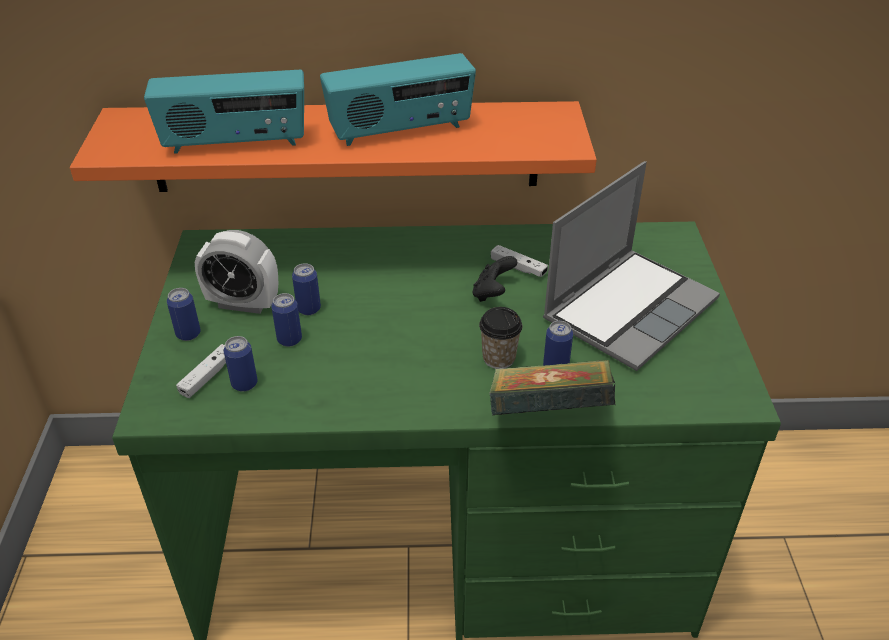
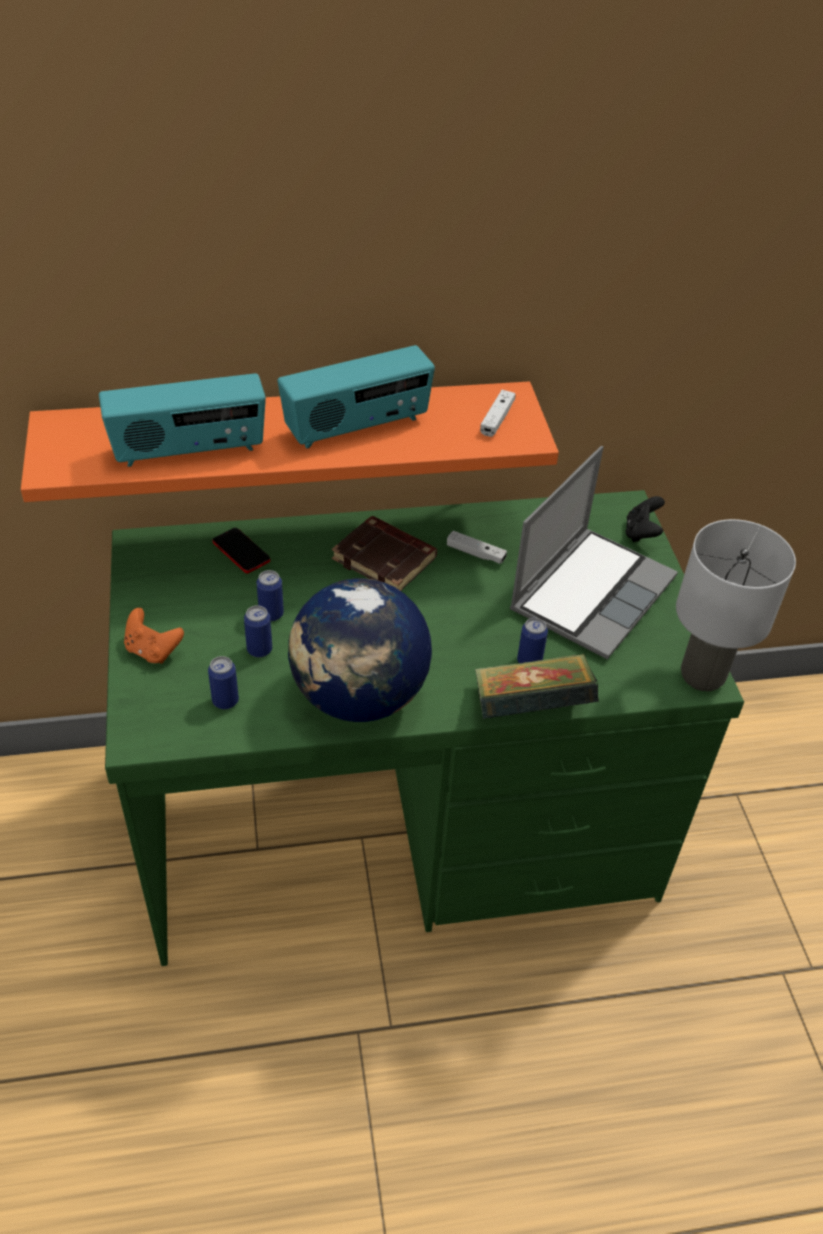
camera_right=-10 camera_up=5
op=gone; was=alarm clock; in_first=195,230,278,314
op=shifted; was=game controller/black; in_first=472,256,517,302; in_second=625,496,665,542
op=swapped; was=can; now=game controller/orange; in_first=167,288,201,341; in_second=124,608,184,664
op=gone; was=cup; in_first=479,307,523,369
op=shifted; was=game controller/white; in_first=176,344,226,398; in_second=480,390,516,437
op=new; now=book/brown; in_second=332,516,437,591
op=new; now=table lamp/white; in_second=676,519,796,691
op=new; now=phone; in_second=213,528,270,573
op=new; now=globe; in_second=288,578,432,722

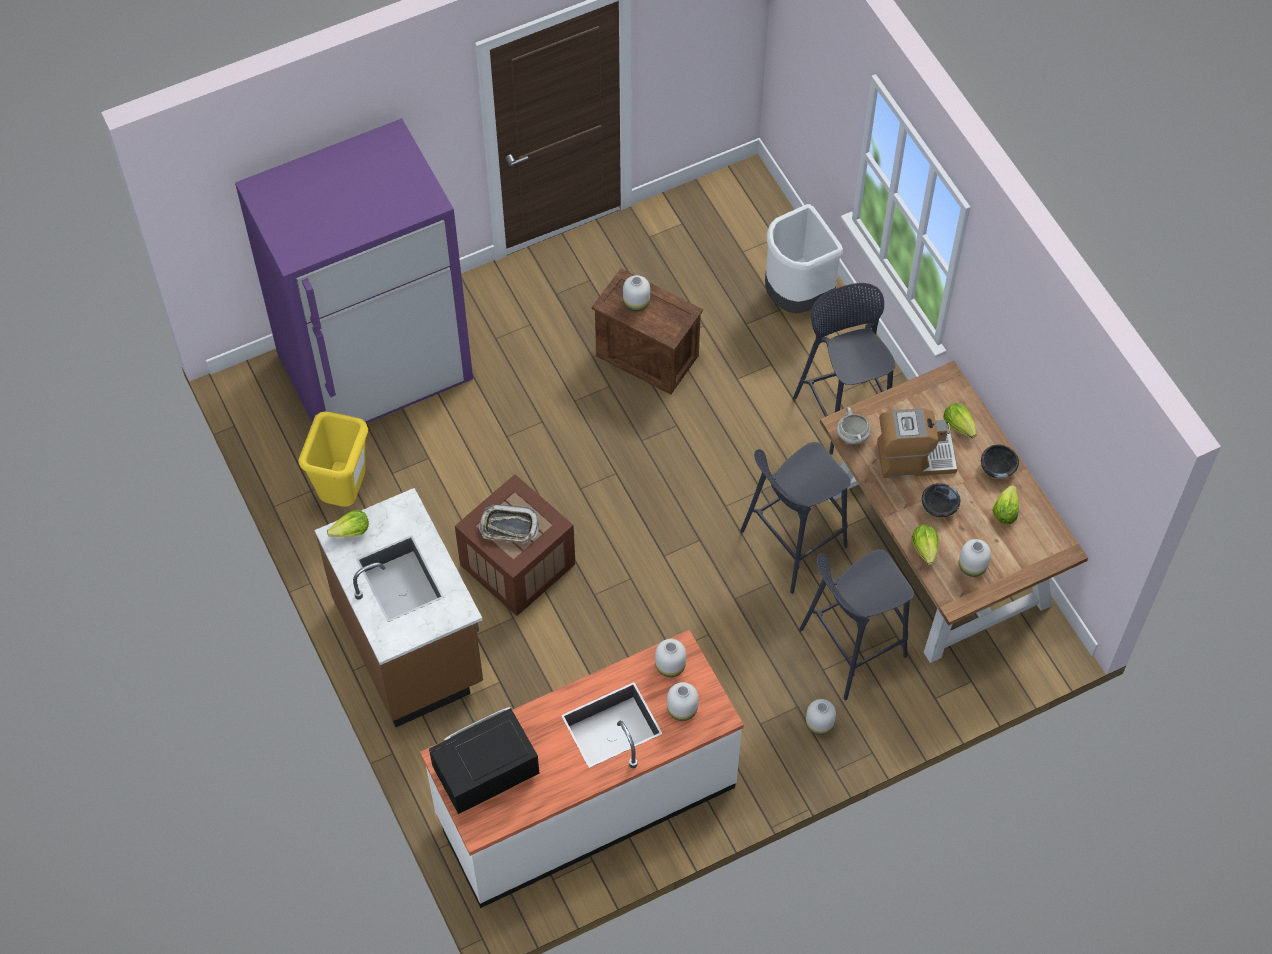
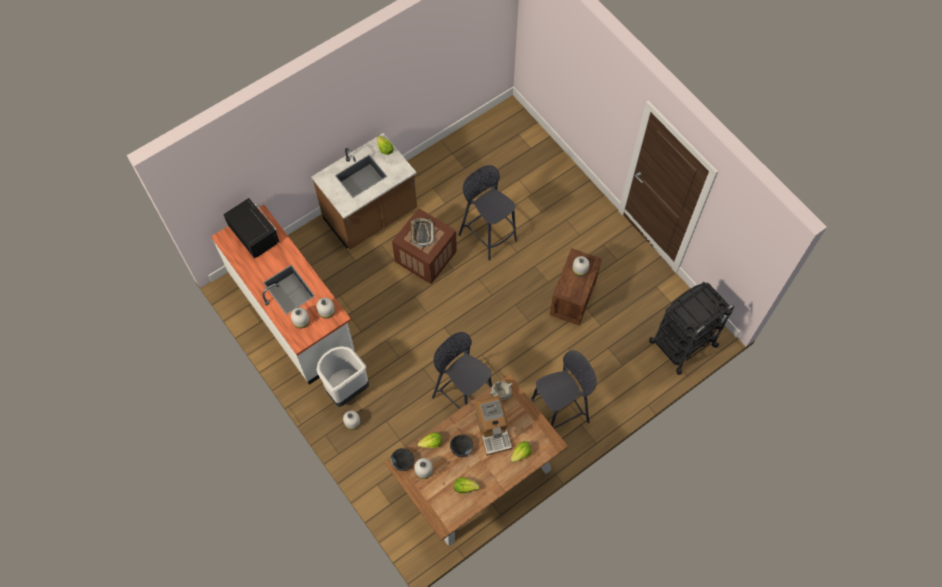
camera_right=80 camera_up=5
op=gone; was=fridge/purple; in_first=235,118,473,424
op=shifted; was=trash can/white; in_first=765,204,843,313; in_second=317,346,369,407
op=gone; was=trash can/yellow; in_first=298,411,368,507
op=shifted; was=bowl/black; in_first=981,445,1019,478; in_second=391,448,414,471
op=shifted; was=stool/grey; in_first=799,549,914,700; in_second=459,165,517,261
op=new; now=cart/black; in_second=649,282,734,375

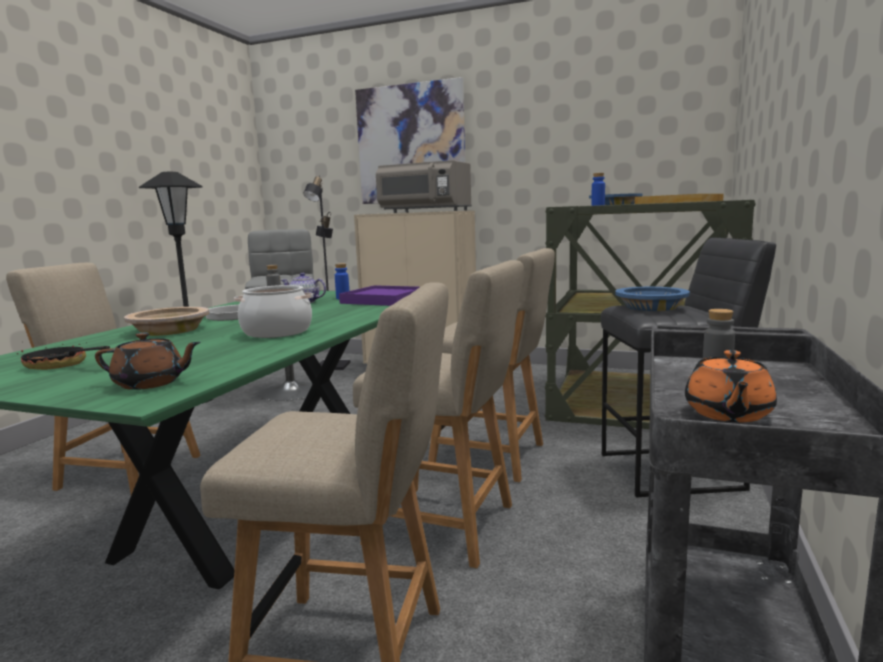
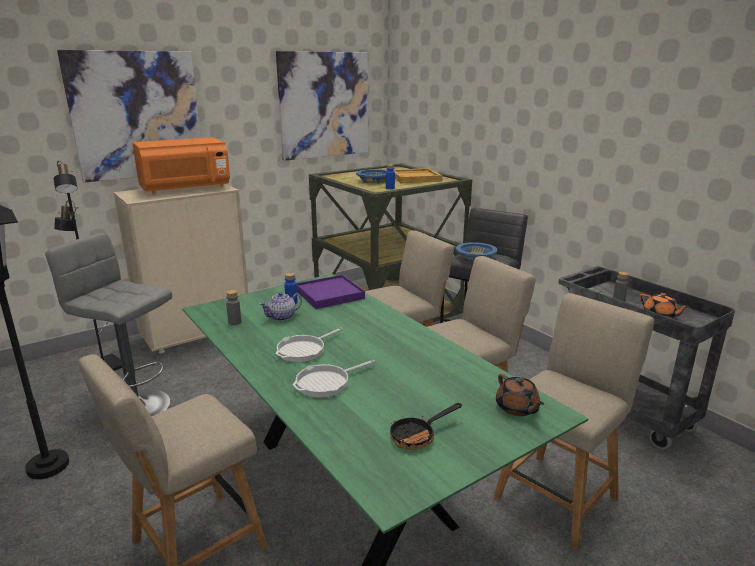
camera_right=-55 camera_up=10
op=repainted; was=microwave/grey; now=microwave/orange; in_first=376,160,472,213; in_second=132,137,230,194
op=gone; was=cooking pot; in_first=234,285,313,338
op=swapped; was=bowl/beige; now=frying pan; in_first=124,307,209,336; in_second=292,360,375,398
op=rotated; was=teapot/brown; in_first=95,332,201,390; in_second=496,374,544,416; clockwise=120
op=new; now=picture; in_second=276,51,368,161

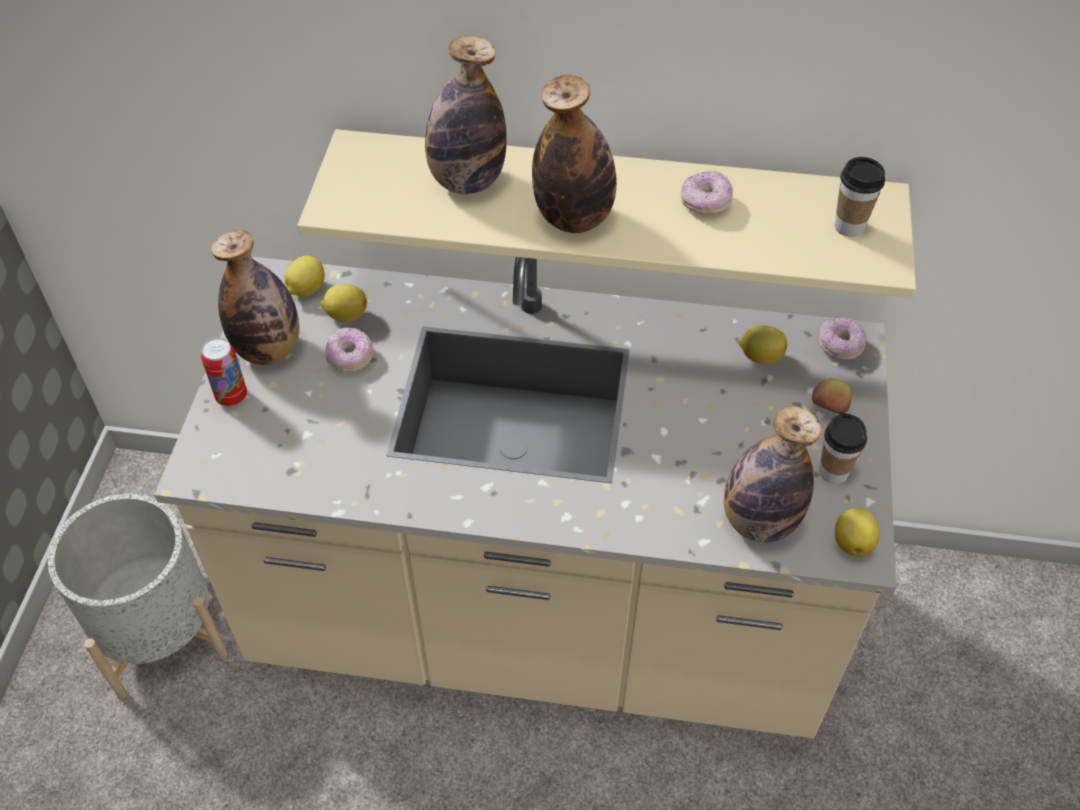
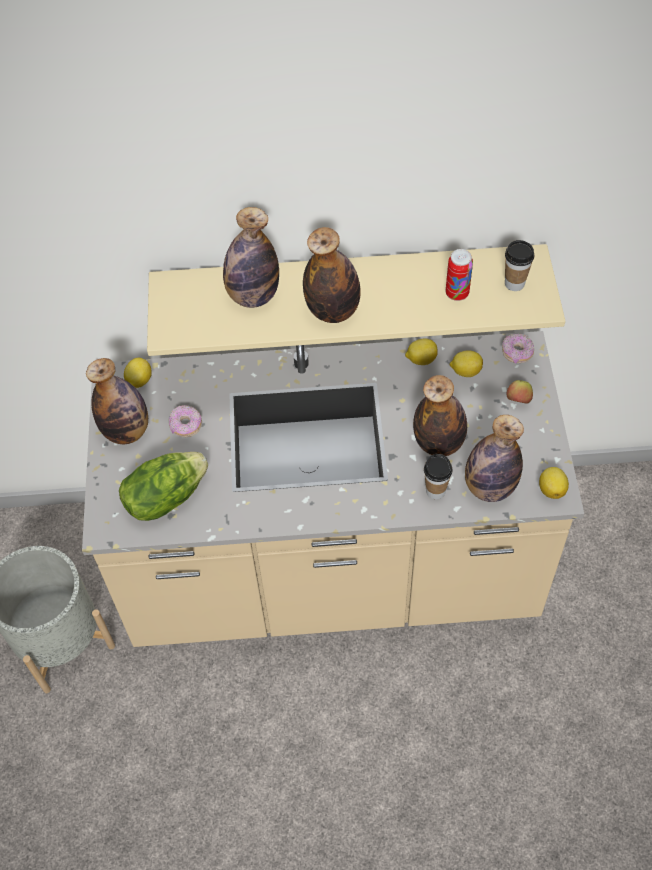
camera_right=-10 camera_up=5
op=gone; was=donut; in_first=680,171,733,214
op=shifted; was=lemon; in_first=321,284,367,322; in_second=405,339,438,365
op=shifted; was=can; in_first=201,338,247,407; in_second=446,249,473,301
op=shifted; was=cup; in_first=819,413,867,484; in_second=424,454,452,499
op=new; now=bottle; in_second=413,375,467,456
op=new; now=lettuce; in_second=119,452,208,521

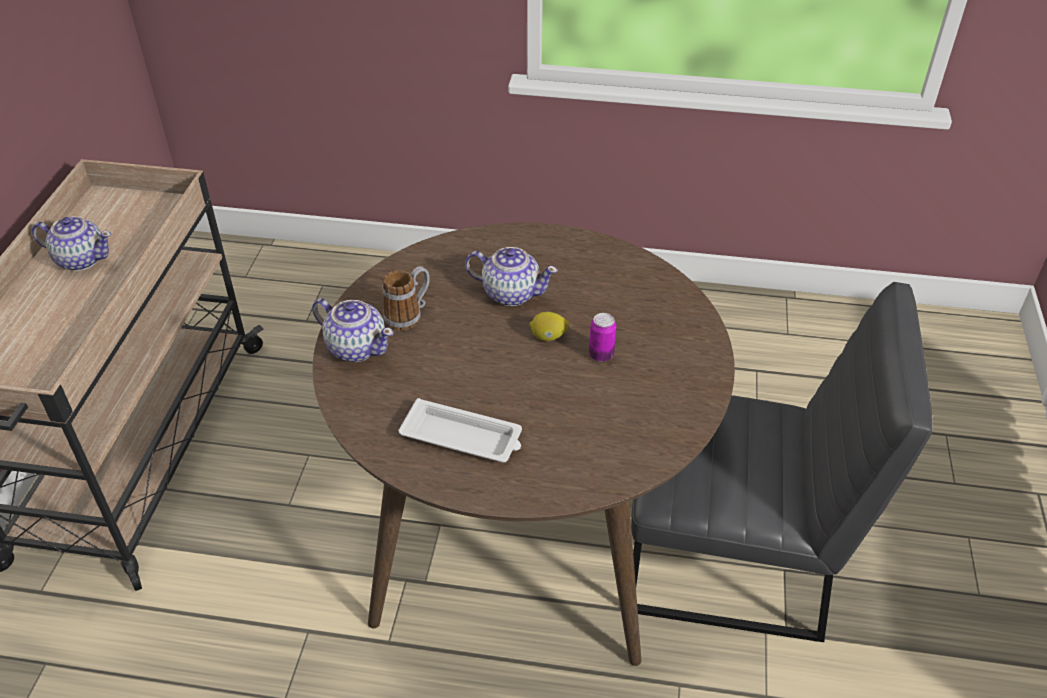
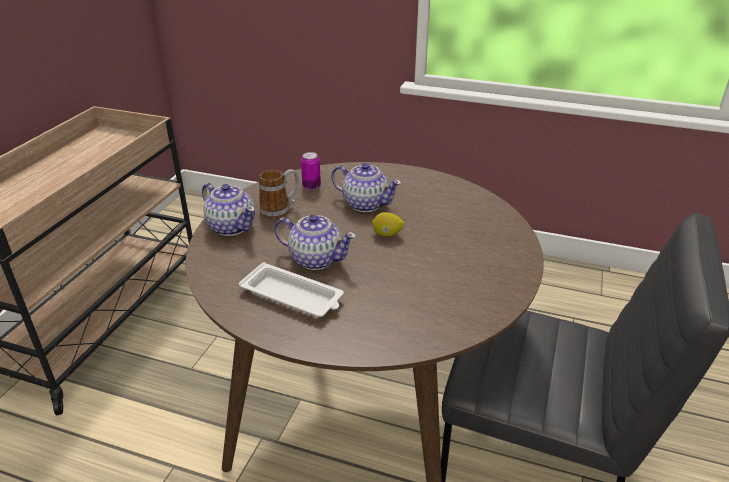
camera_right=10 camera_up=-10
op=shifted; was=teapot; in_first=32,216,111,271; in_second=274,214,356,270
op=shifted; was=can; in_first=589,313,616,362; in_second=301,152,321,190

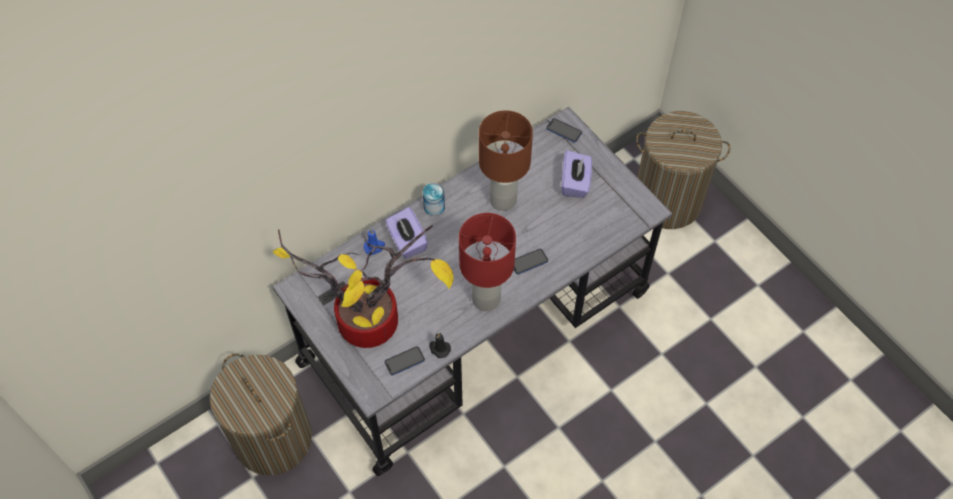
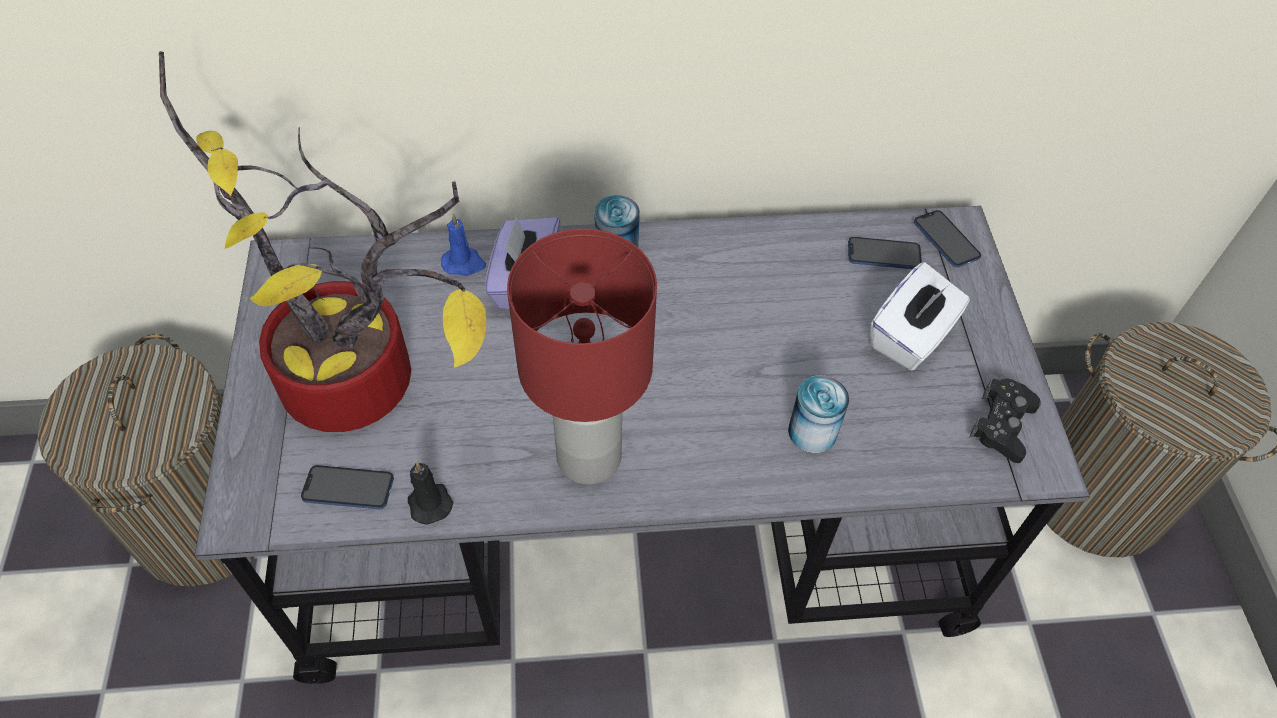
camera_right=30 camera_up=-5
op=gone; was=table lamp/brown; in_first=479,110,533,211
op=repainted; was=tissue box/purple; now=tissue box/white; in_first=562,151,592,198; in_second=870,262,970,370
op=shifted; was=phone; in_first=514,249,548,275; in_second=848,237,922,269
op=new; now=can; in_second=788,375,849,453
op=new; now=game controller/black; in_second=970,378,1041,463

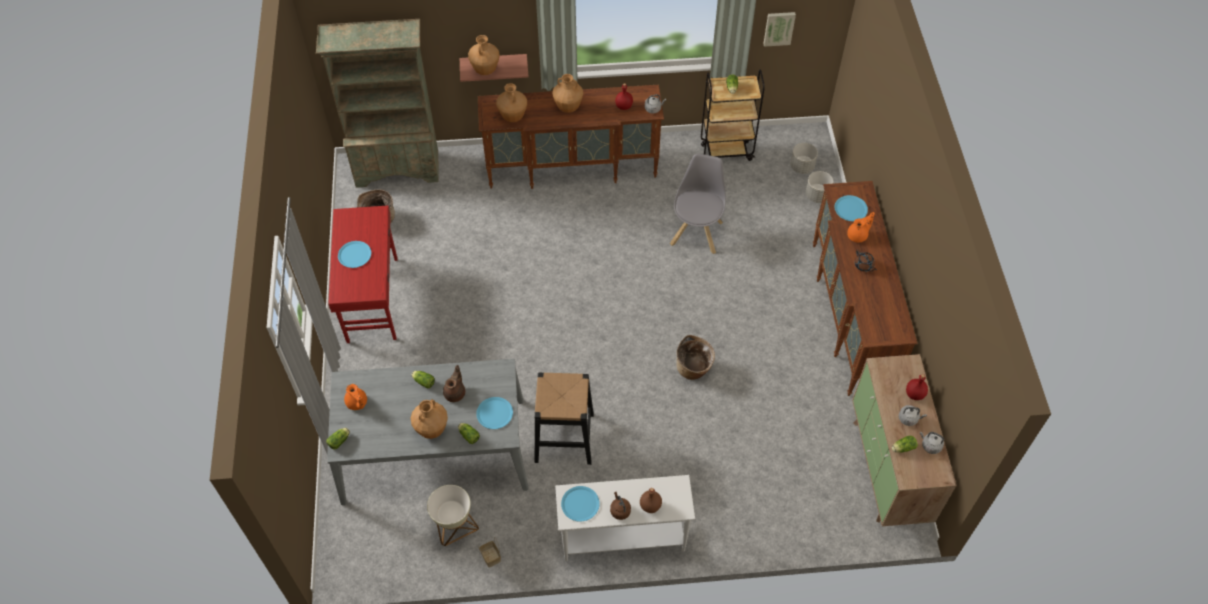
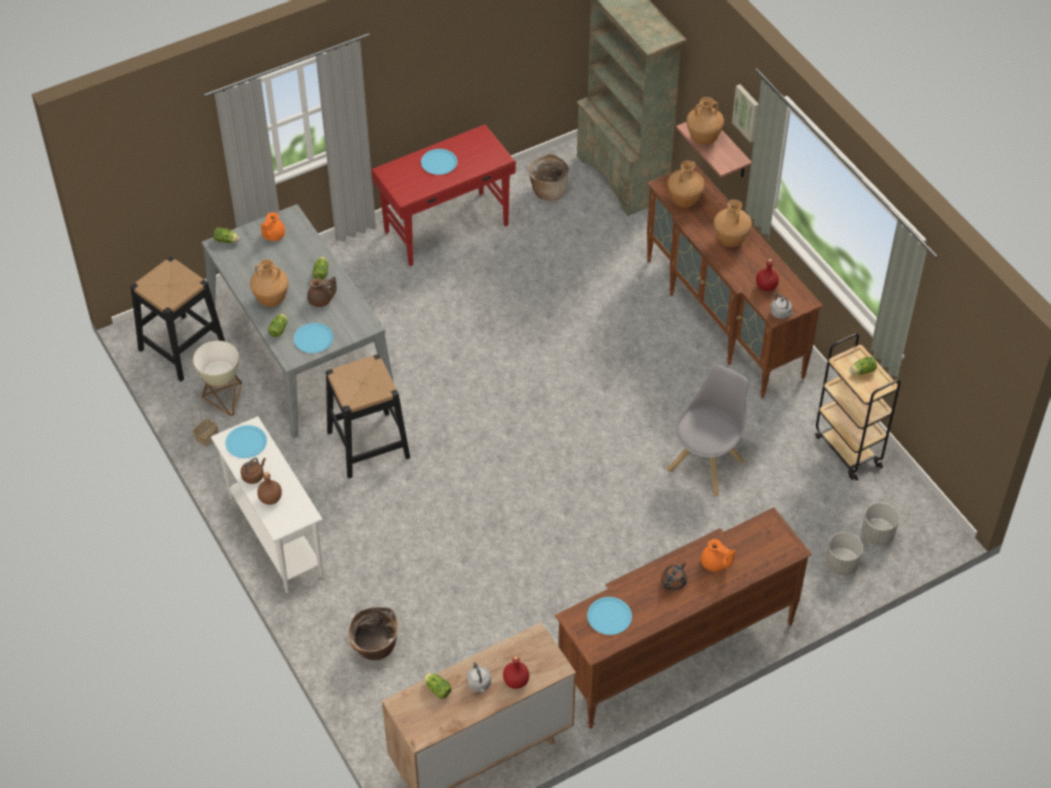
camera_right=65 camera_up=-5
op=shifted; was=picture; in_first=764,12,796,47; in_second=732,84,758,143
op=rotated; was=chair/grey; in_first=670,154,726,254; in_second=667,365,748,496; clockwise=-45
op=shifted; was=plate/blue; in_first=835,195,868,221; in_second=587,597,632,635
op=shifted; was=basket; in_first=676,335,715,380; in_second=348,607,398,660
op=gone; was=kettle/grey; in_first=920,431,944,454
op=new; now=stool/black; in_second=130,256,225,382

